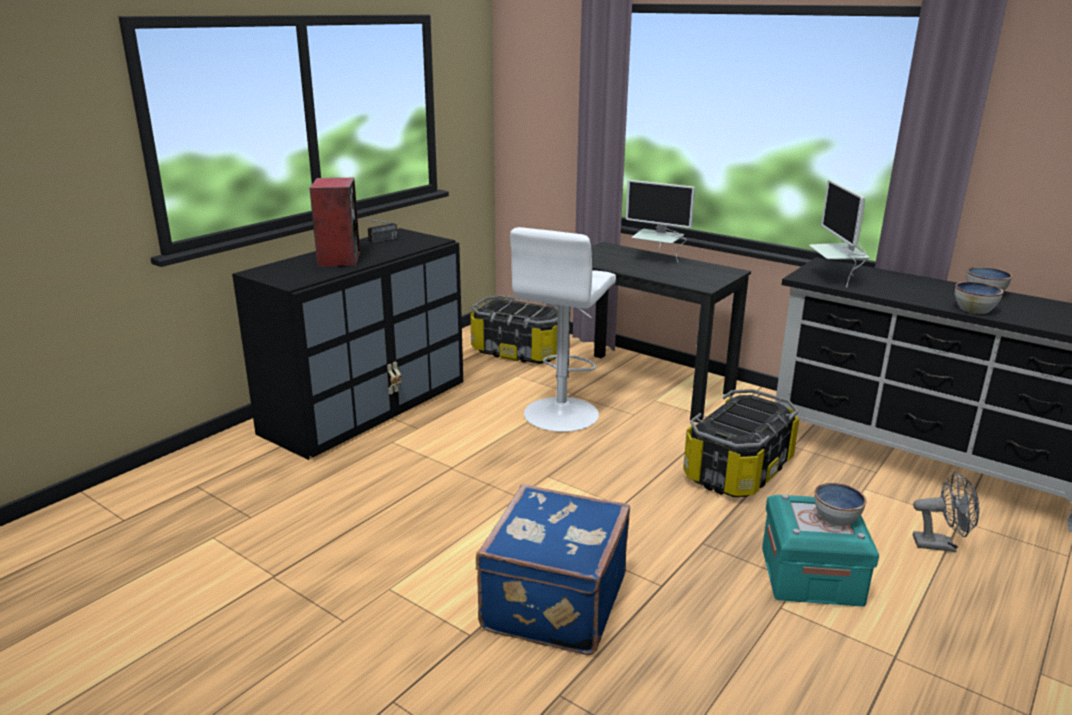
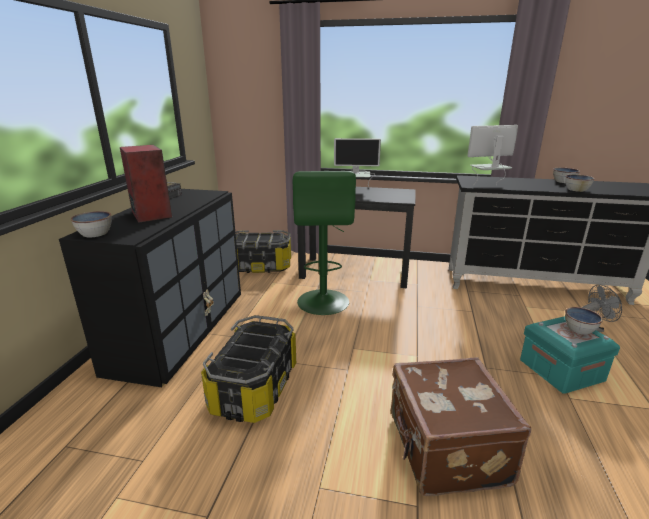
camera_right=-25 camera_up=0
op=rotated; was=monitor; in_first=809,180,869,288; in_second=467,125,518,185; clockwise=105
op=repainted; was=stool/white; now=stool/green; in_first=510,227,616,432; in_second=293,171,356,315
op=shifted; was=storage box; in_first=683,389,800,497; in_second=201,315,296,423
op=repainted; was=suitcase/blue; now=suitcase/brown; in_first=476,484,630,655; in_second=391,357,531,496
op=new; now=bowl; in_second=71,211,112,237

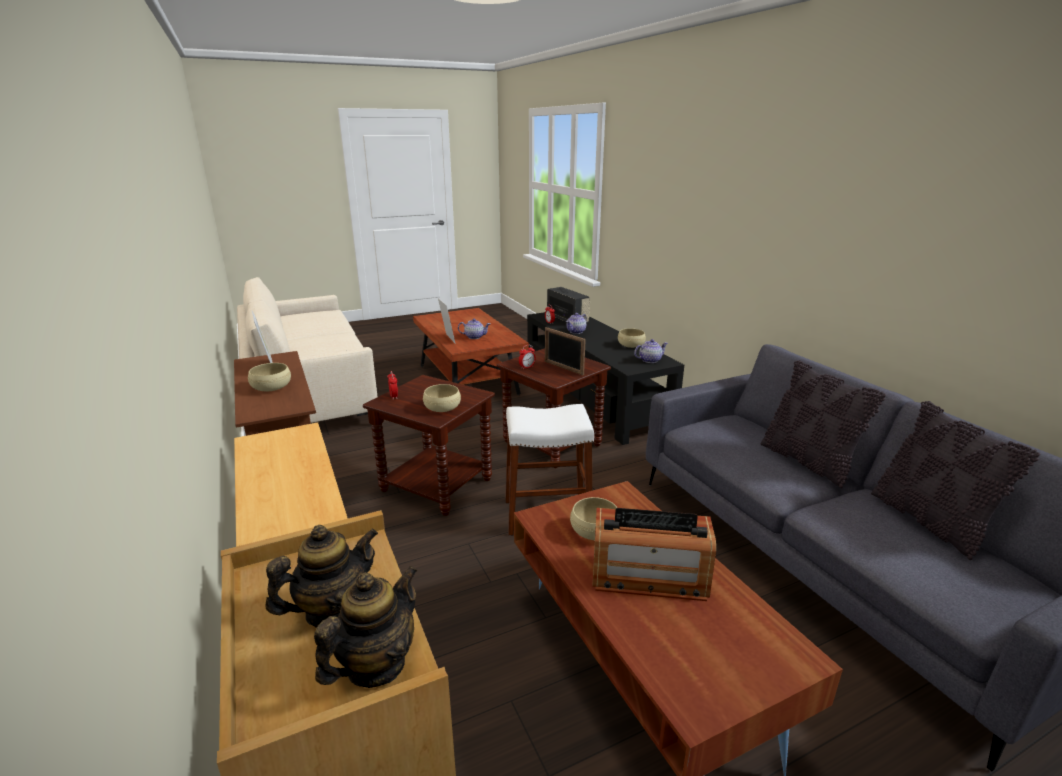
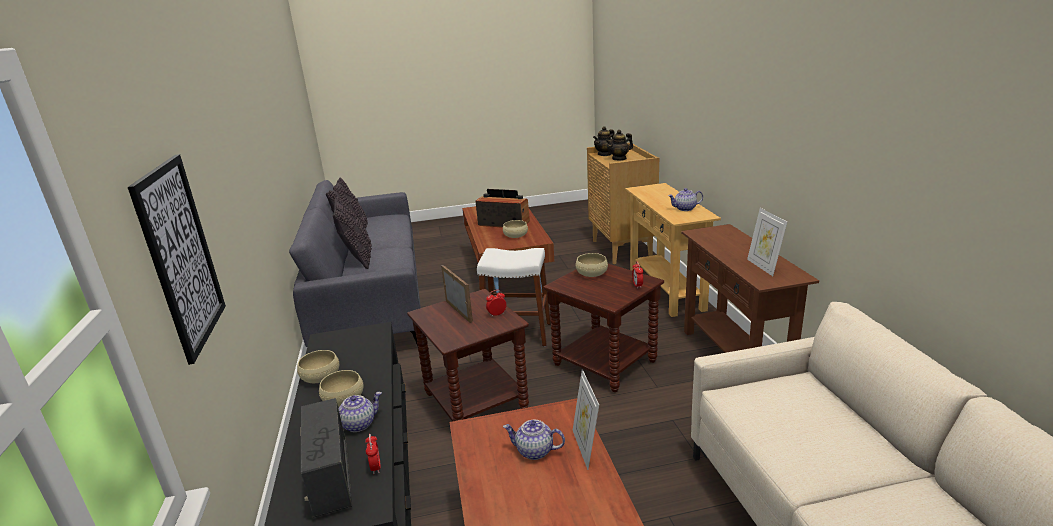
camera_right=-165 camera_up=0
op=shifted; was=teapot; in_first=634,339,668,363; in_second=668,188,703,211
op=shifted; was=bowl/beige; in_first=248,363,291,391; in_second=319,370,363,407
op=new; now=picture; in_second=128,154,226,365

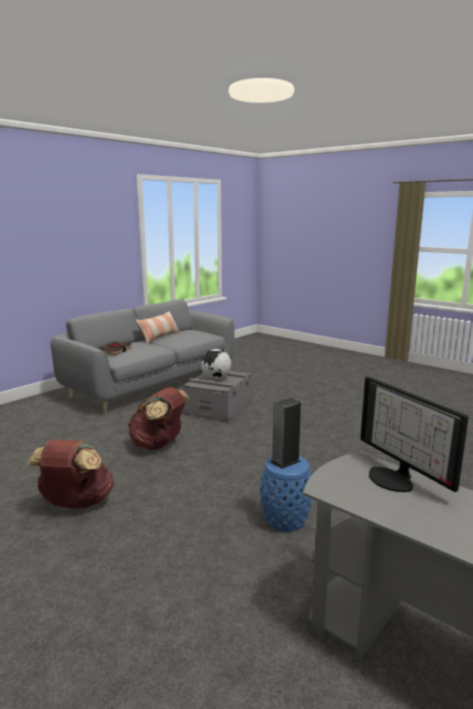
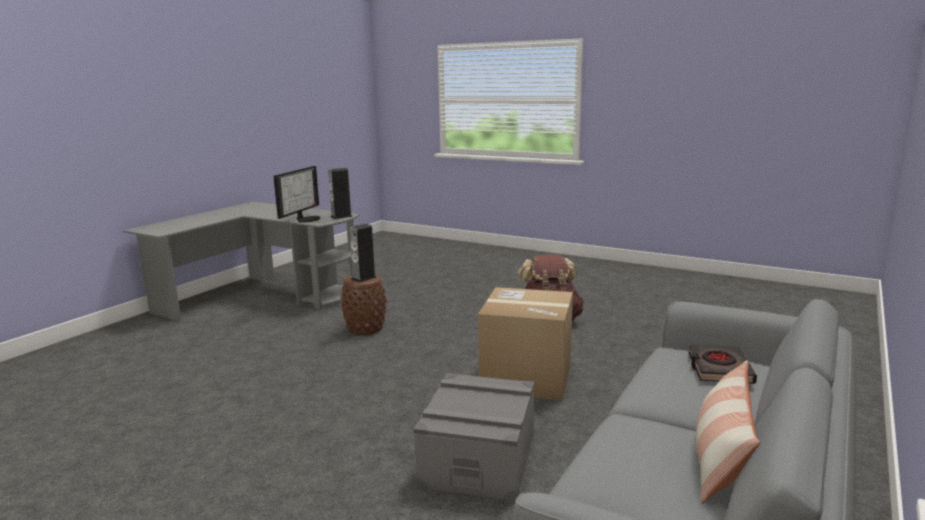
camera_right=170 camera_up=0
op=gone; was=globe; in_first=201,349,231,380
op=rotated; was=monitor; in_first=360,377,469,492; in_second=274,166,320,223; clockwise=60
op=swapped; was=backpack/brown; now=cardboard box; in_first=128,387,189,450; in_second=478,287,573,401
op=repainted; was=stool/blue; now=stool/brown; in_first=260,456,312,531; in_second=341,275,387,335
op=new; now=speaker; in_second=328,168,352,219

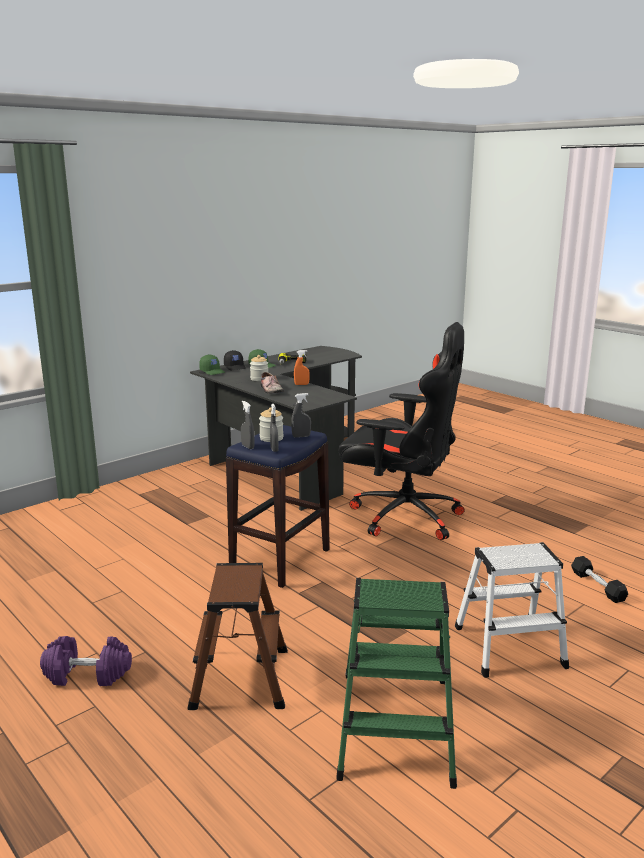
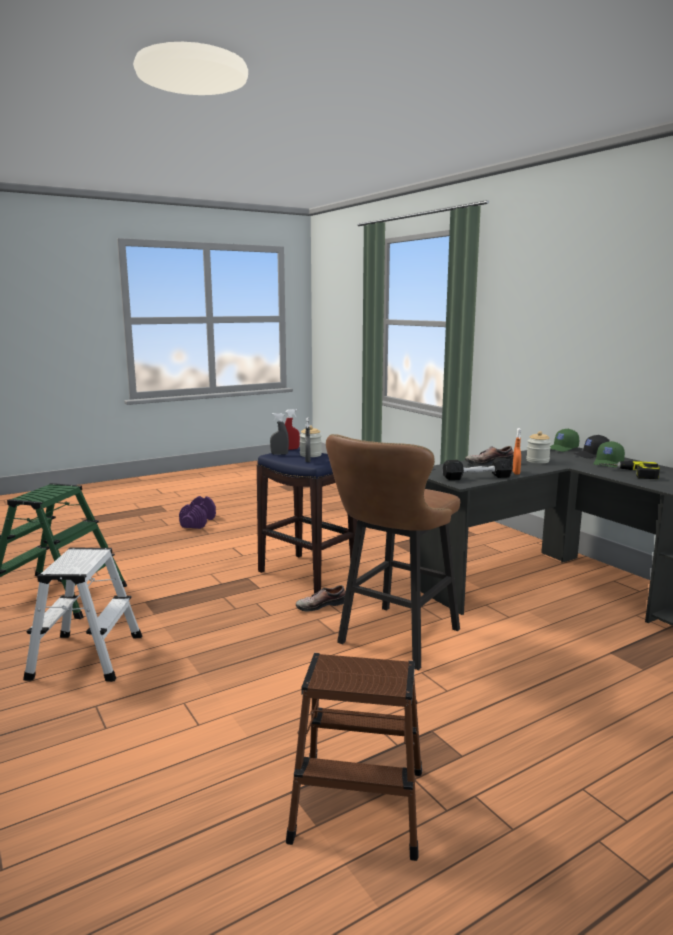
camera_right=100 camera_up=-5
op=swapped; was=office chair/black; now=stool/brown; in_first=339,322,465,540; in_second=326,434,460,670
op=repainted; was=spray bottle/grey; now=spray bottle/red; in_first=241,401,255,449; in_second=285,409,300,450
op=shifted; was=dumbbell/black; in_first=571,556,628,603; in_second=442,458,513,480
op=shifted; was=step ladder/brown; in_first=187,563,288,710; in_second=286,653,422,861
op=new; now=shoe; in_second=296,585,346,611

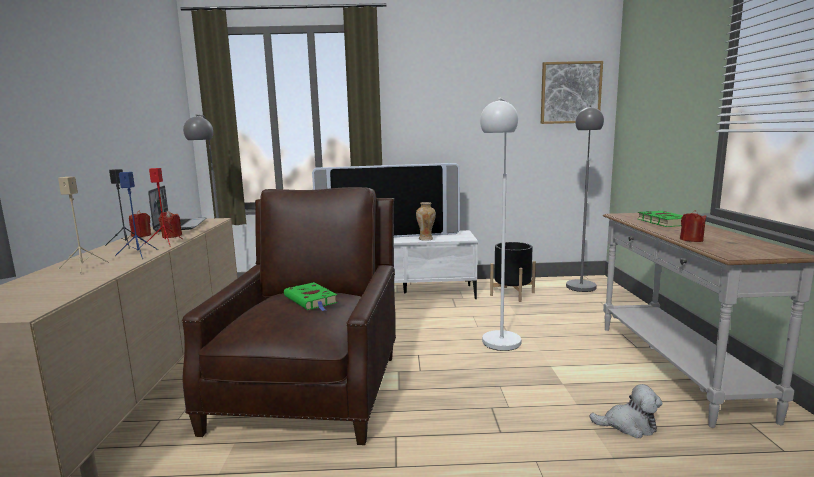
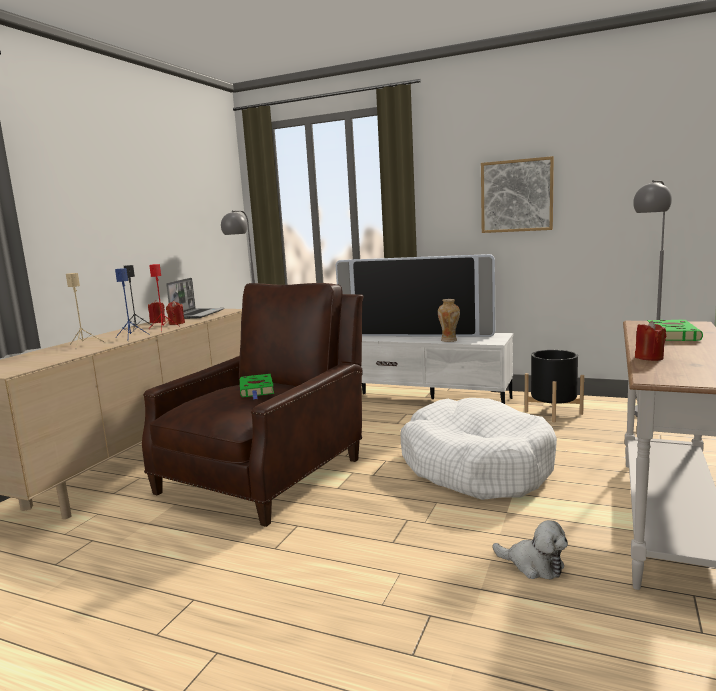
camera_right=25 camera_up=0
op=shifted; was=picture; in_first=541,61,603,124; in_second=481,156,554,233
op=swapped; was=floor lamp/white; now=dog bed/white; in_first=480,98,521,351; in_second=401,398,557,500

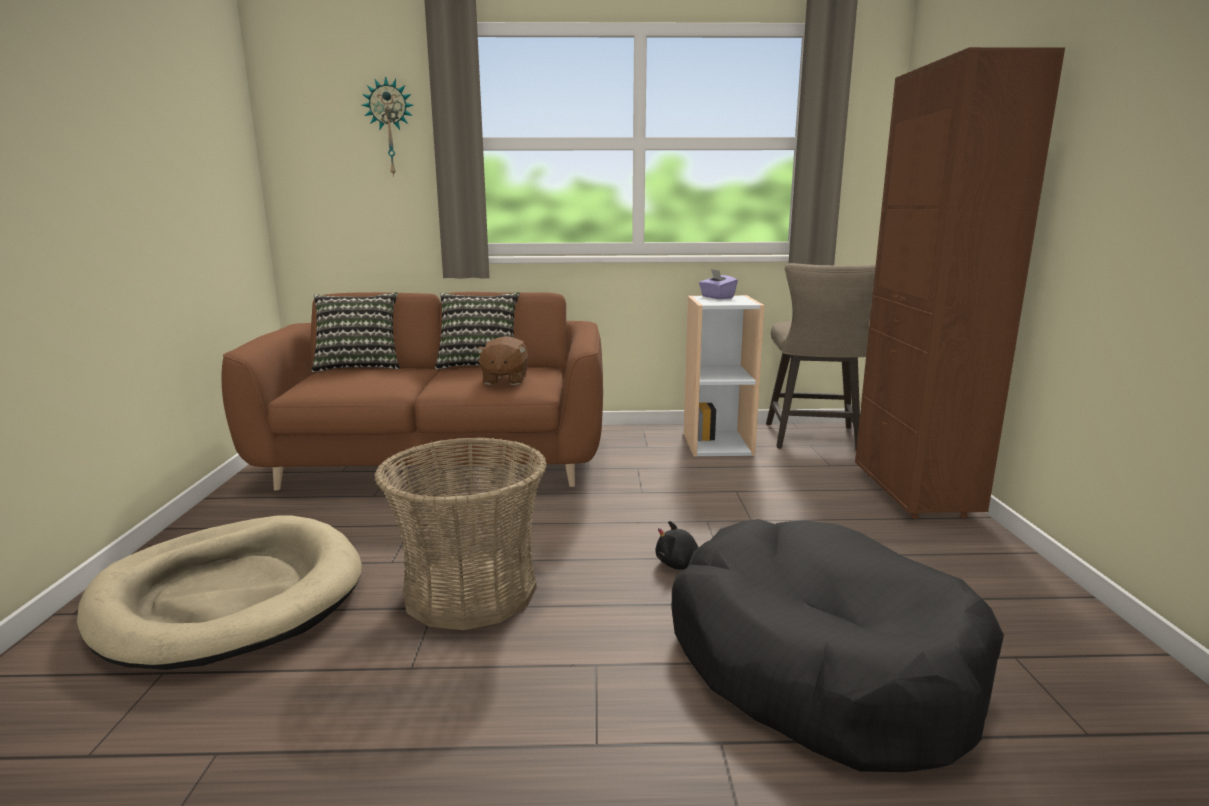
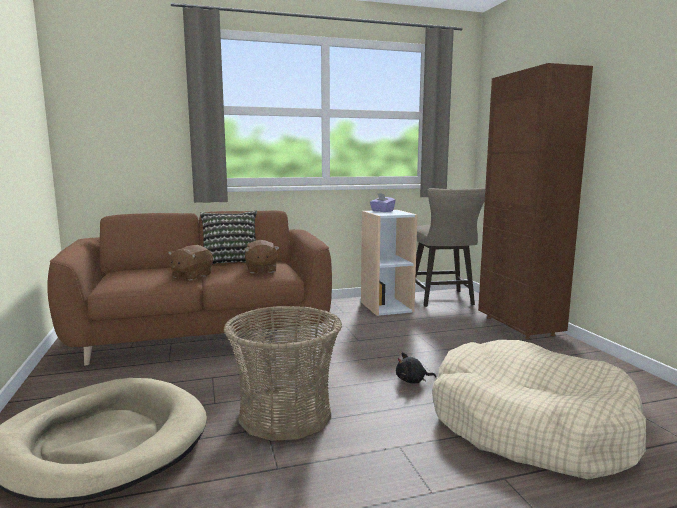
camera_right=-15 camera_up=-5
op=gone; was=wall clock; in_first=362,76,413,177
op=gone; was=pillow; in_first=312,292,400,372
op=repainted; was=dog bed/black; now=dog bed/beige; in_first=672,519,1004,772; in_second=432,340,646,479
op=new; now=plush toy/brown; in_second=168,245,213,280

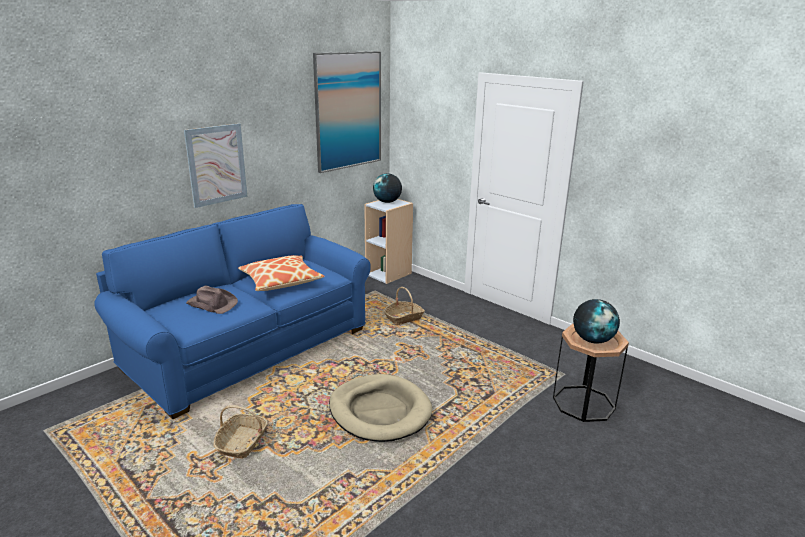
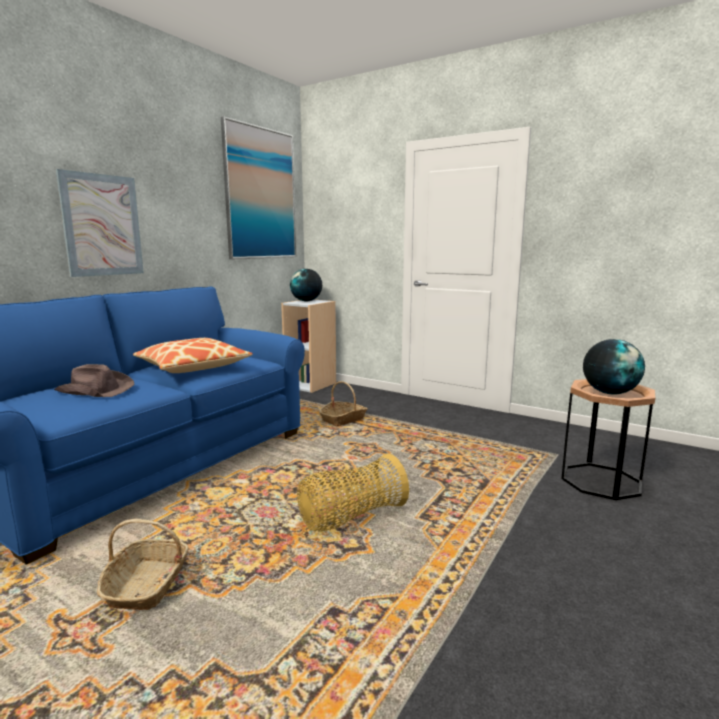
camera_right=-10 camera_up=-10
op=swapped; was=dog bed/beige; now=basket; in_first=329,374,432,442; in_second=297,453,409,532

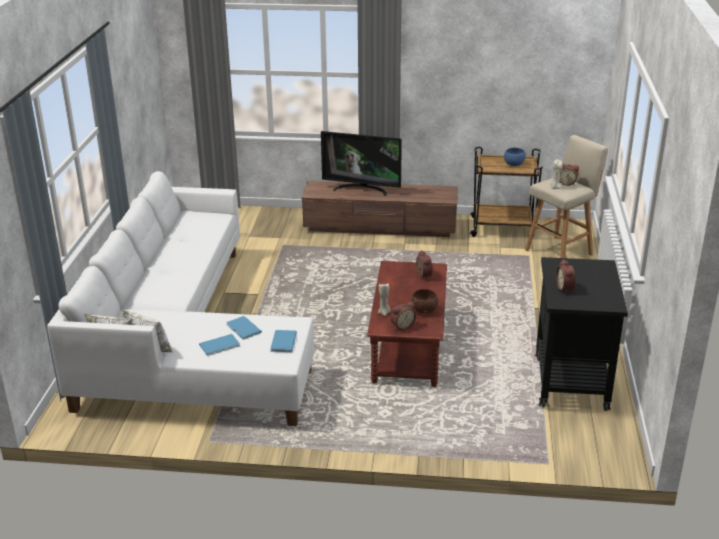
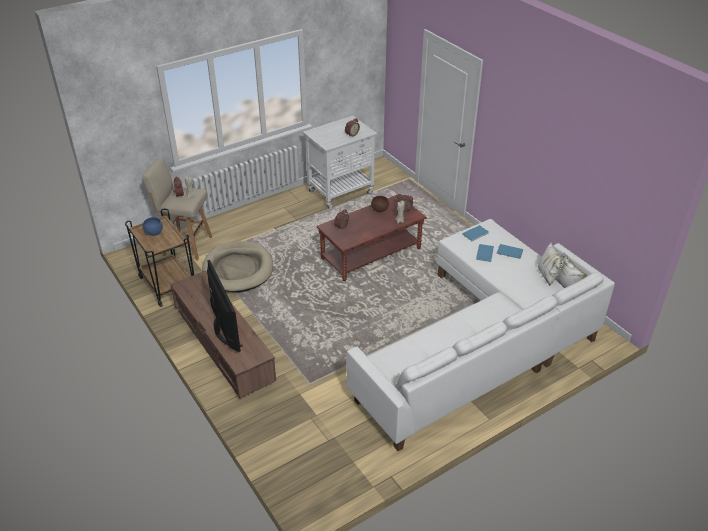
camera_right=-130 camera_up=10
op=repainted; was=cart/black; now=cart/white; in_first=535,257,628,411; in_second=303,116,378,209
op=new; now=dog bed/beige; in_second=202,241,273,292

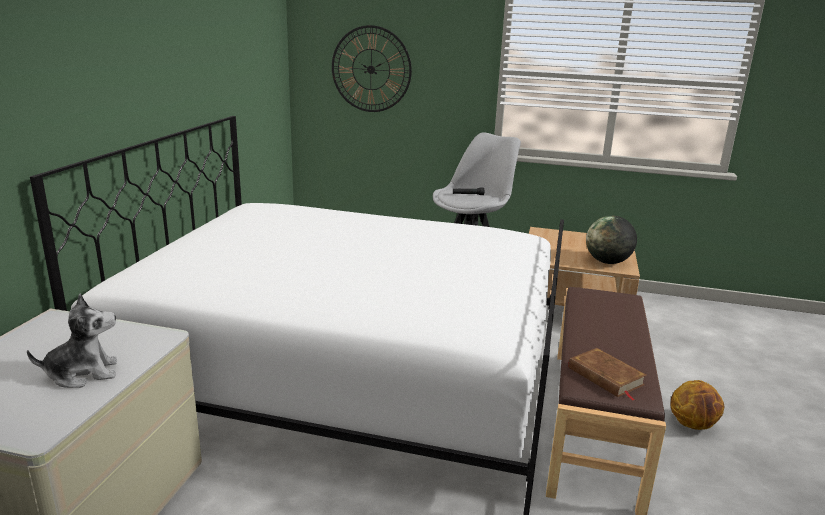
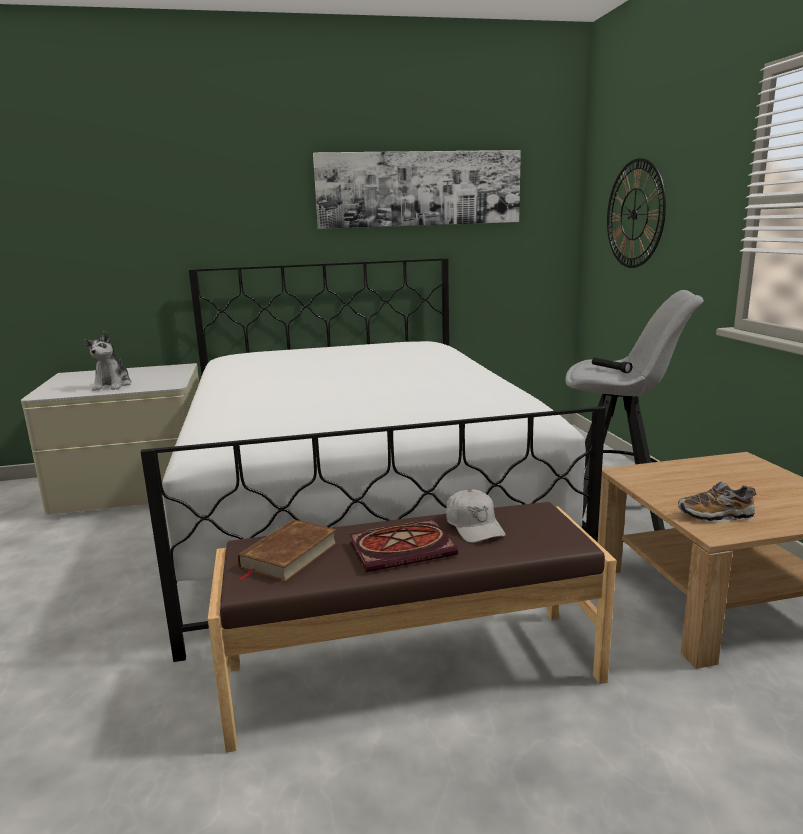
camera_right=65 camera_up=-5
op=swapped; was=globe; now=shoe; in_first=586,216,637,264; in_second=678,482,756,523
op=rotated; was=plush toy; in_first=27,294,117,388; in_second=84,331,132,391; clockwise=45
op=gone; was=basketball; in_first=670,380,724,430
op=new; now=picture; in_second=313,150,521,229
op=new; now=cap/white; in_second=446,489,506,543
op=new; now=book; in_second=349,519,458,572

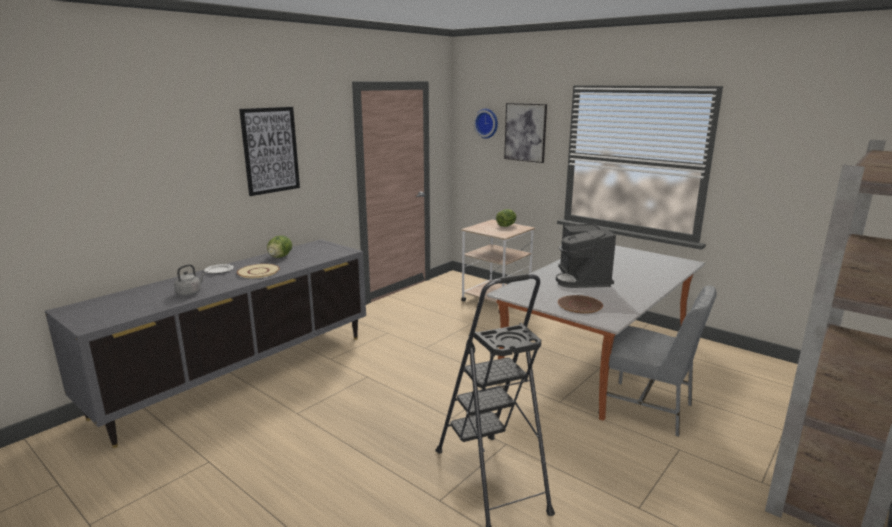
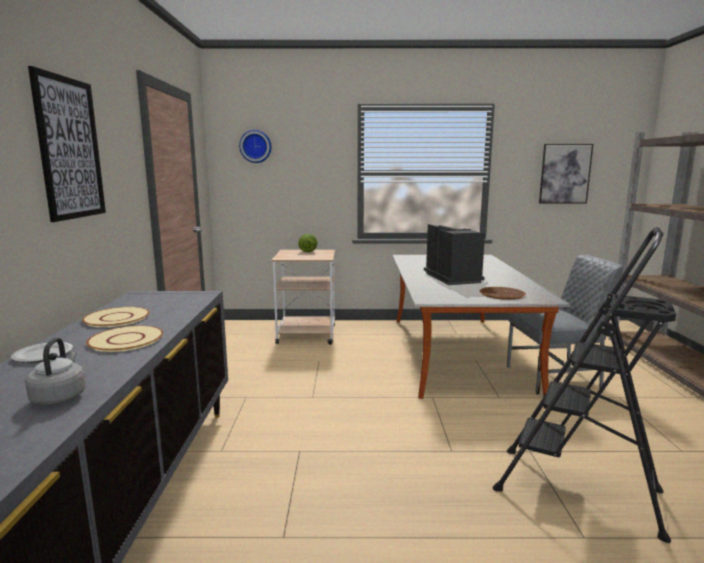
camera_right=-40 camera_up=-5
op=shifted; was=picture; in_first=504,103,547,163; in_second=539,144,593,203
op=rotated; was=coffee machine; in_first=556,224,616,288; in_second=424,224,485,285; clockwise=-150
op=swapped; was=lettuce; now=plate/beige; in_first=267,235,292,258; in_second=82,307,150,327

